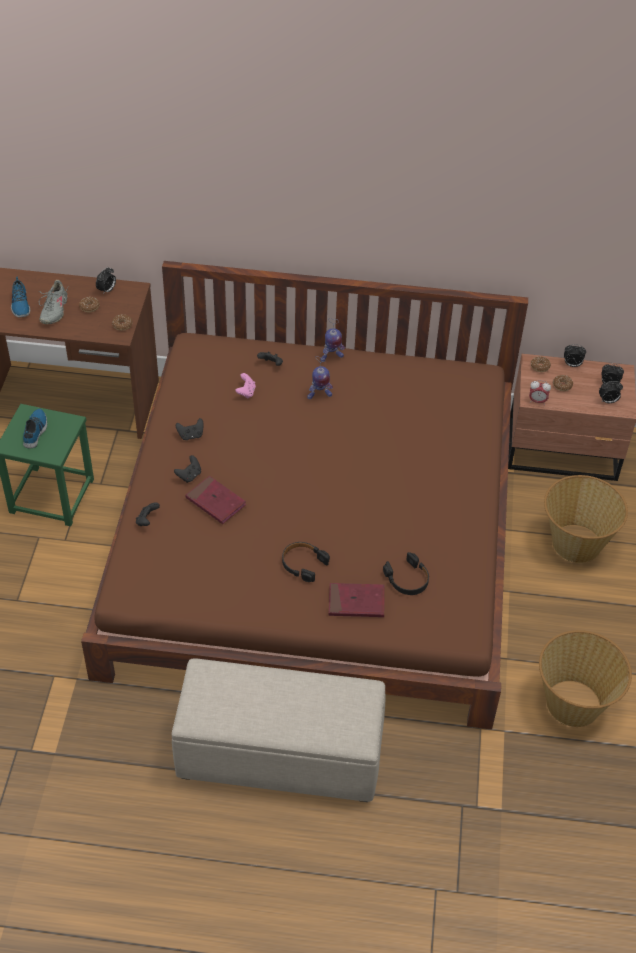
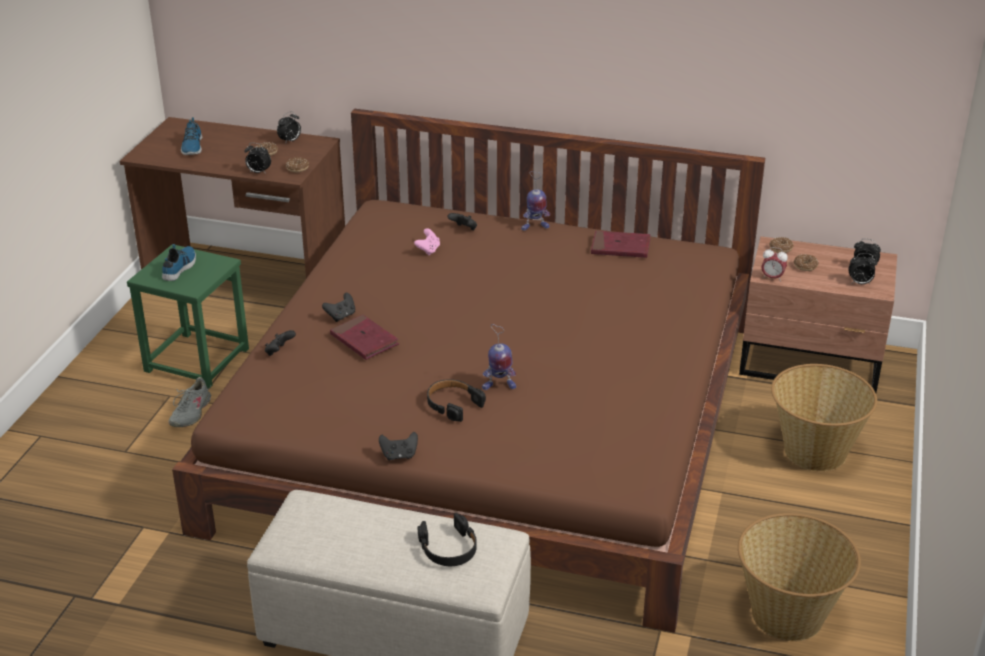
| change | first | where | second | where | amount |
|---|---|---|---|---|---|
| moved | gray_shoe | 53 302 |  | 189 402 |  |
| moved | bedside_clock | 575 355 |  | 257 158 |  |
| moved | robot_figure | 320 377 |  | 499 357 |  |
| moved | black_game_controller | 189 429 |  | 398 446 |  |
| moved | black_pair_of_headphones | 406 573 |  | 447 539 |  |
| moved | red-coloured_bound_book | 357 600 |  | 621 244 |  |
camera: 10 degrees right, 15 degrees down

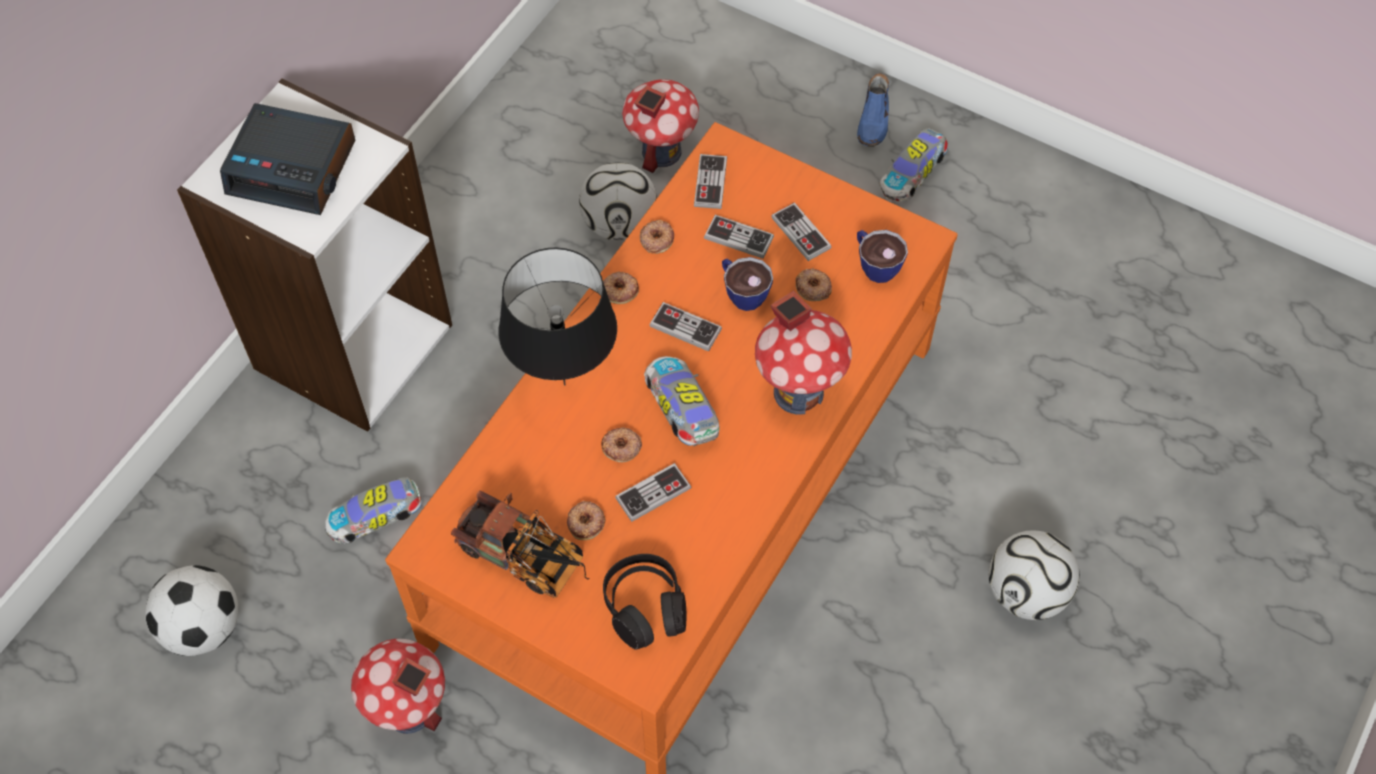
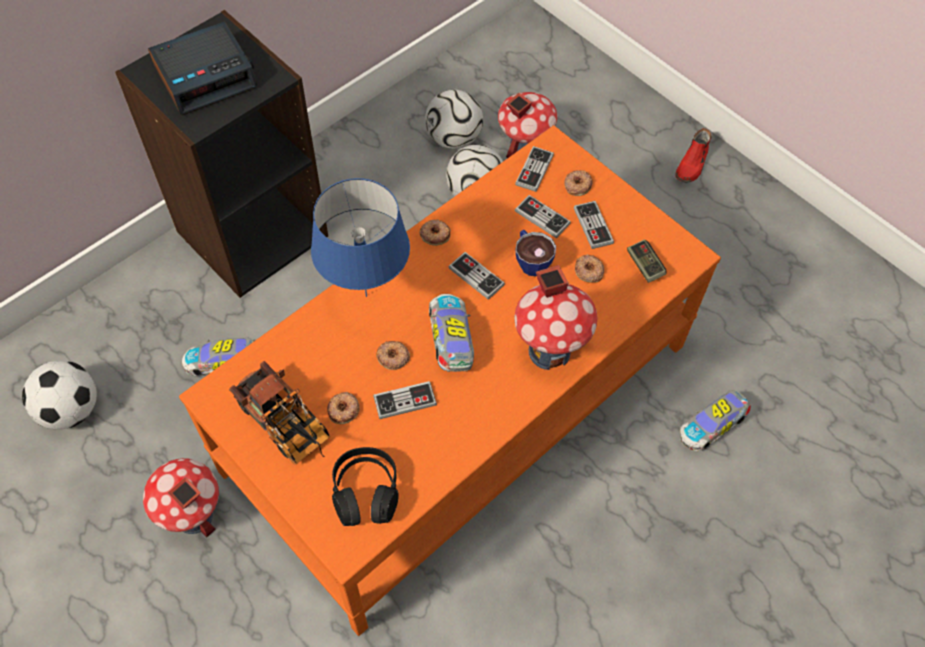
| change | first | where | second | where | amount |
|---|---|---|---|---|---|
| recoloured | bluish_shoe | 873 110 | red-coloured_shoe | 694 155 |  |
| recoloured | white_bookcase | 314 255 | black_bookcase | 221 154 |  |
| turned | bedside_clock | 287 159 |  | 203 68 | 60 degrees counterclockwise |
| moved | model_car | 914 164 |  | 715 420 |  |
| moved | donut | 657 237 |  | 578 183 |  |
| replaced | small_cup | 882 256 | game_controller | 647 261 |  |
| recoloured | black_table_lamp | 558 316 | bluish_table_lamp | 360 237 |  |
| moved | ball_for_football | 1034 575 |  | 454 119 |  |
camera: 15 degrees right, 0 degrees up

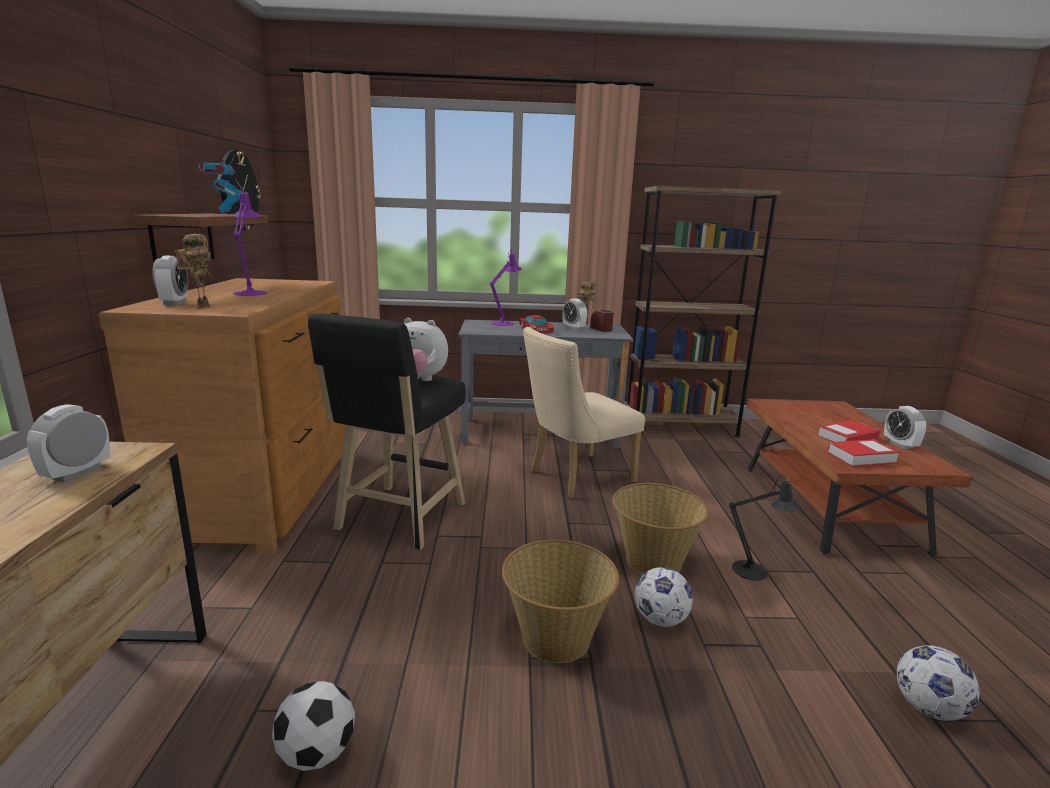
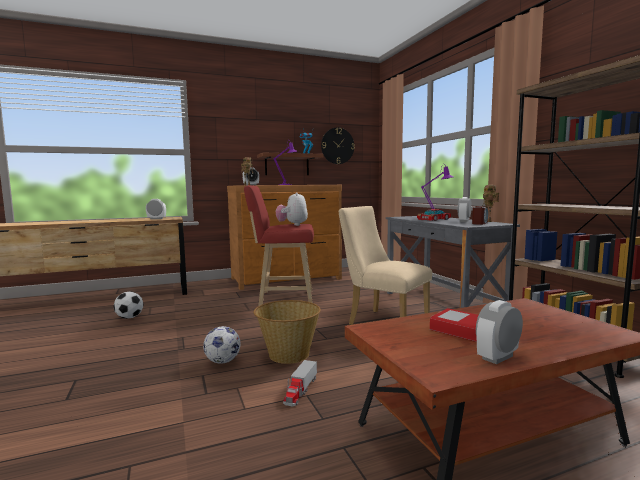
| change | first | where | second | where | amount |
|---|---|---|---|---|---|
| recoloured | black_stool_seat | 387 432 | red-coloured_stool_seat | 279 245 |  |
| removed | bound_book | 863 453 |  |  |  |
| replaced | black_table_lamp | 765 527 | toy_truck | 300 383 |  |
| removed | basket | 560 601 |  |  |  |
| removed | ball_for_football | 938 683 |  |  |  |
camera: 70 degrees right, 10 degrees down

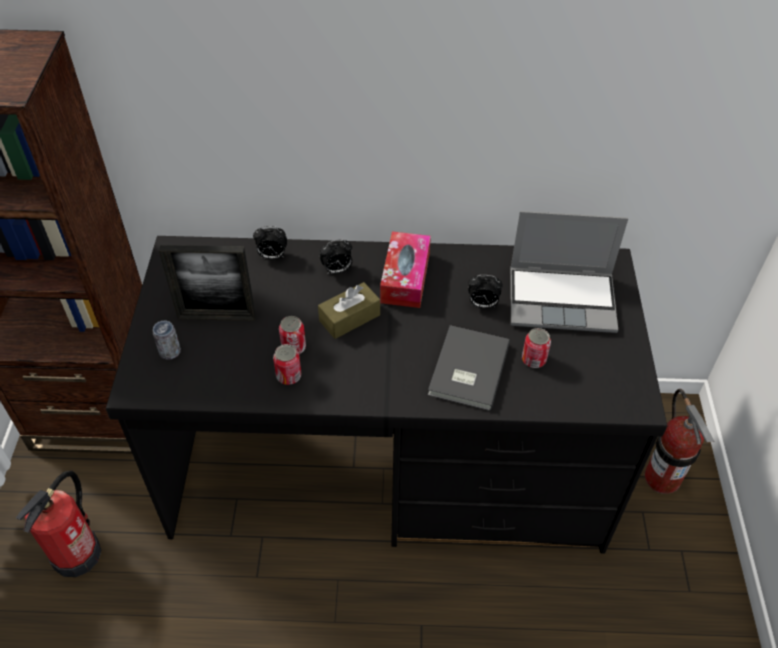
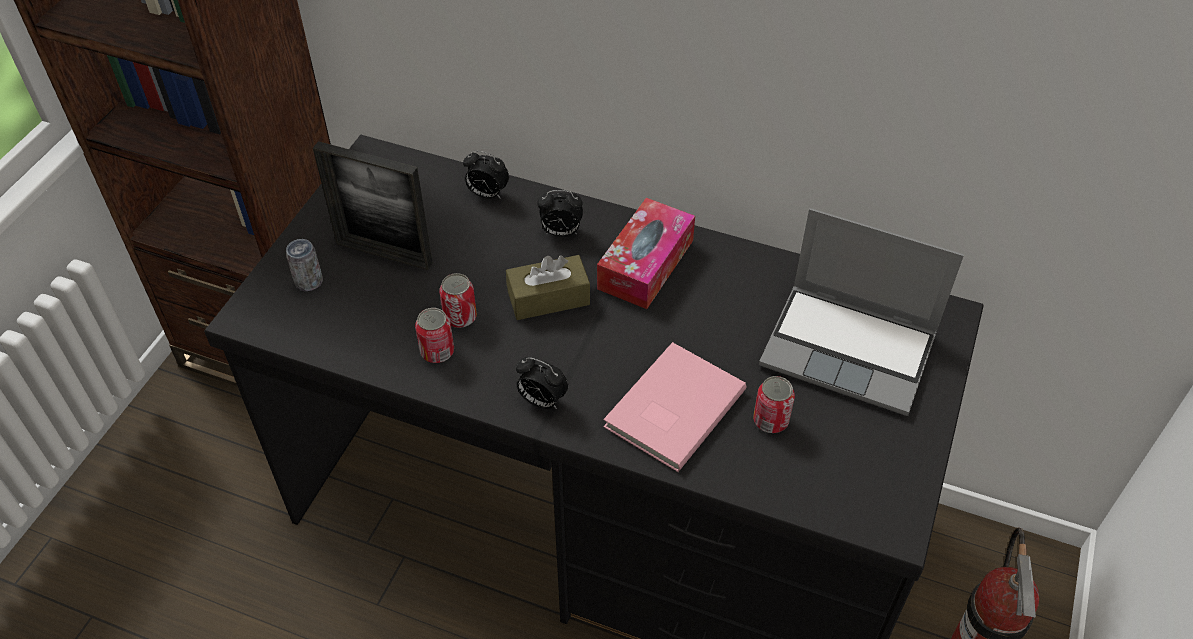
| change | first | where | second | where | amount |
|---|---|---|---|---|---|
| moved | bedside_clock | 485 292 |  | 542 383 |  |
| recoloured | gray_bound_book | 469 368 | pink-coloured_bound_book | 675 407 |  |
| removed | fire-fighting_cylinder | 58 524 |  |  |  |
camera: 20 degrees right, 0 degrees up

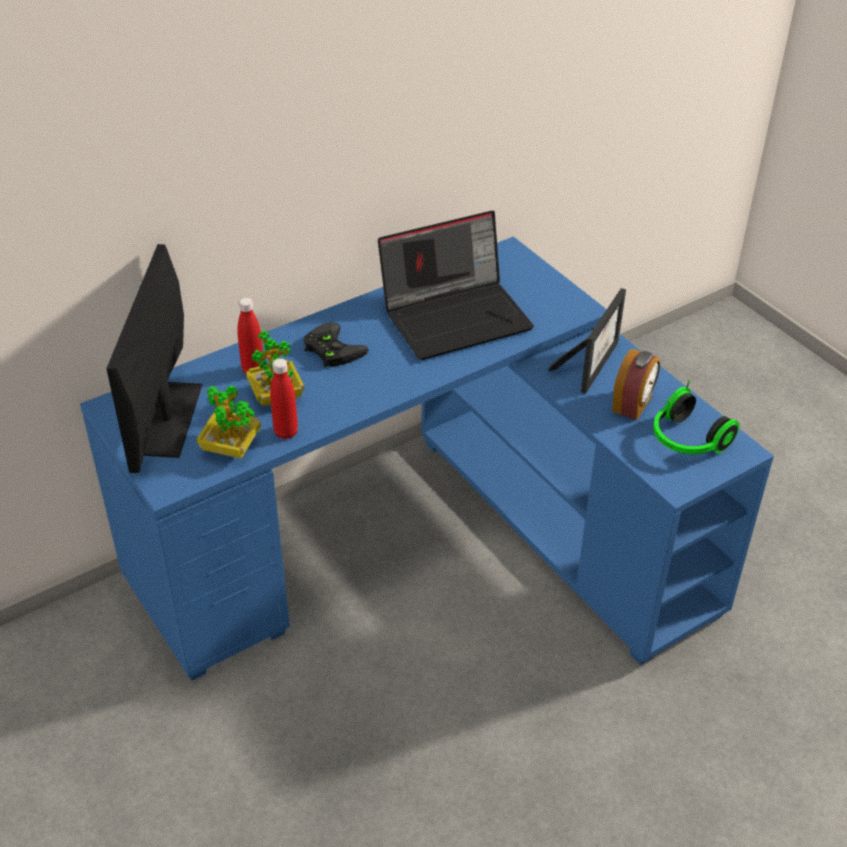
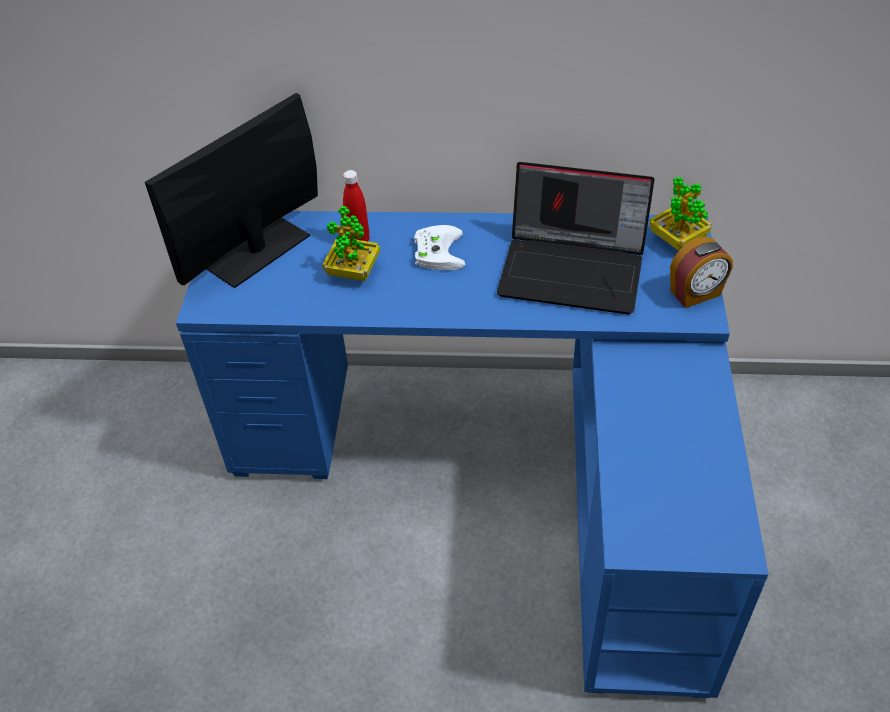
| change | first | where | second | where | amount |
|---|---|---|---|---|---|
| removed | photo_frame | 586 341 |  |  |  |
| recoloured | black_game_controller | 335 345 | white_game_controller | 439 247 |  |
| moved | bedside_clock | 636 384 |  | 701 272 |  |
| removed | red-coloured_bottle | 284 398 |  |  |  |
| removed | pair_of_headphones | 696 417 |  |  |  |
| moved | potted_plant | 229 422 |  | 680 214 |  |
camera: 40 degrees right, 5 degrees up

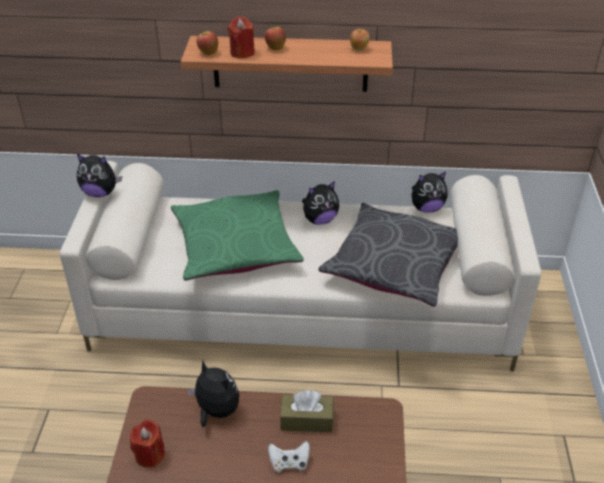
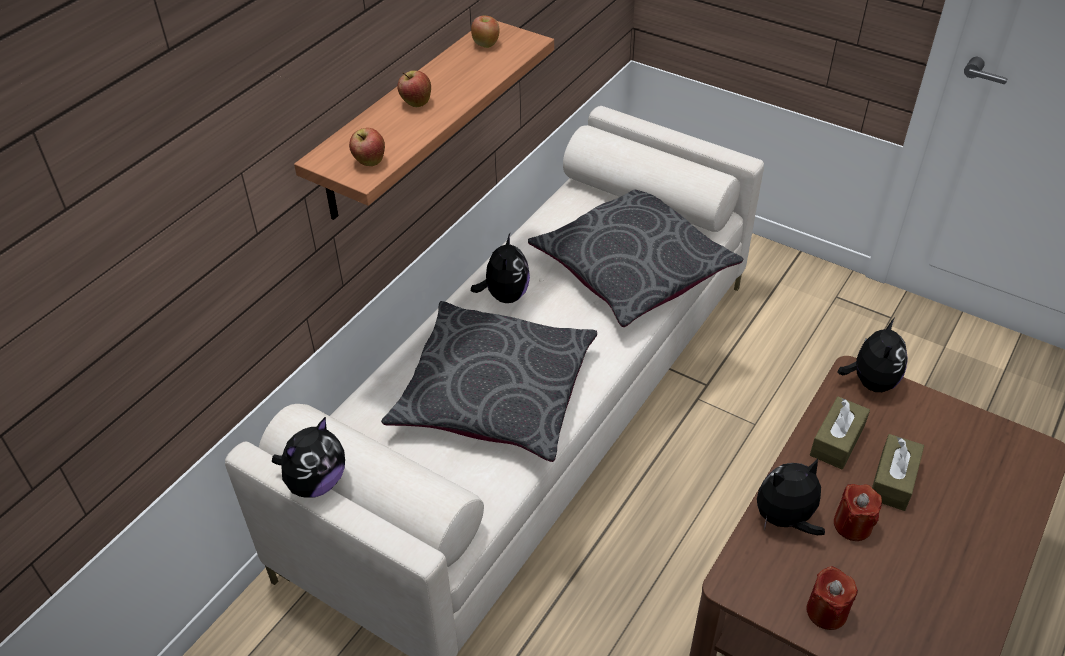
| change | first | where | second | where | amount |
|---|---|---|---|---|---|
| moved | red-coloured_wax_light | 241 37 |  | 858 512 |  |
| moved | soft_toy | 429 192 |  | 872 355 |  |
| recoloured | greenish_pillow | 237 235 | gray_pillow | 489 381 |  |
| replaced | white_game_controller | 289 456 | brownish_tissue_box | 898 472 |  |
camera: 60 degrees left, 5 degrees up

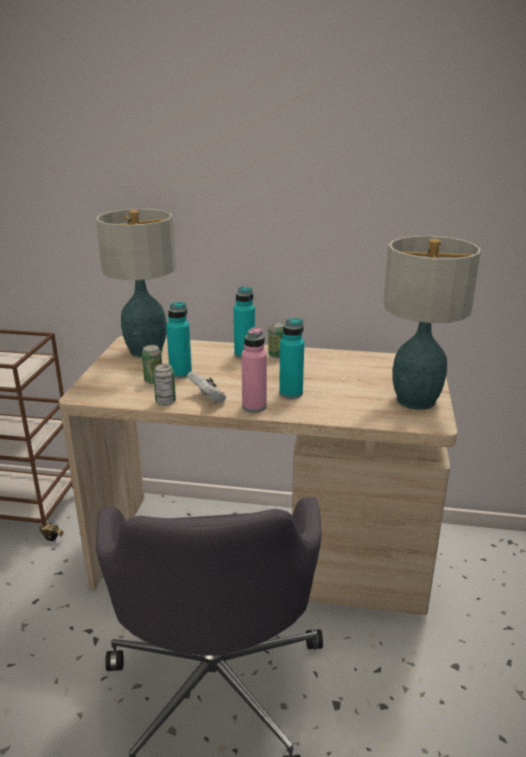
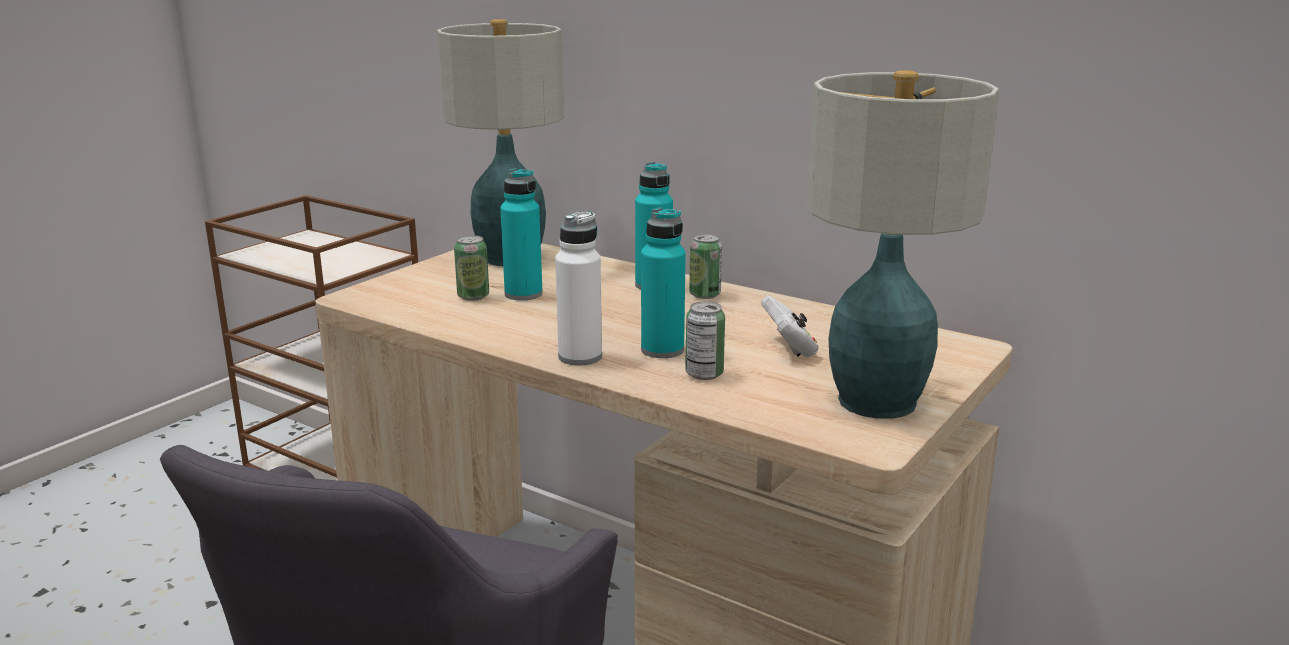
| change | first | where | second | where | amount |
|---|---|---|---|---|---|
| recoloured | pink-coloured_bottle | 254 370 | white_bottle | 578 288 |  |
| moved | metal_can | 164 384 |  | 705 340 |  |
| moved | white_game_controller | 206 387 |  | 789 326 |  |
camera: 25 degrees right, 5 degrees down

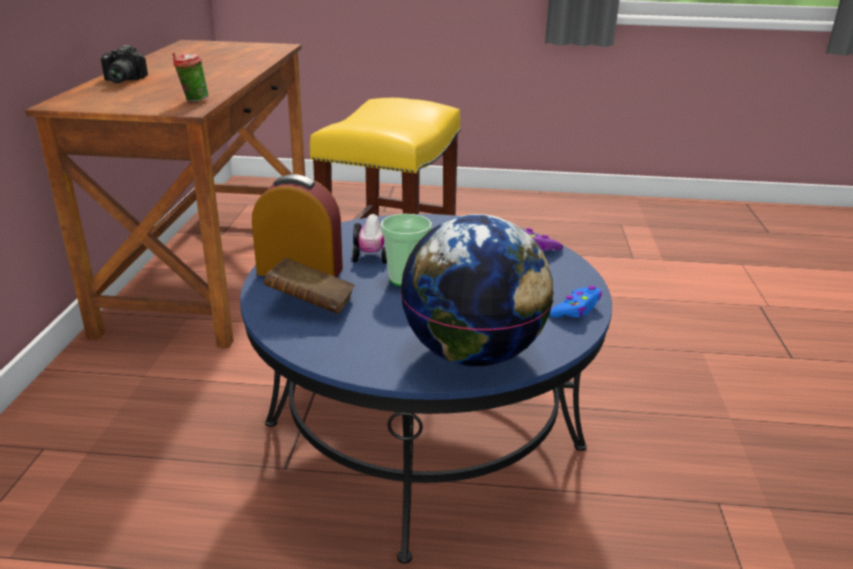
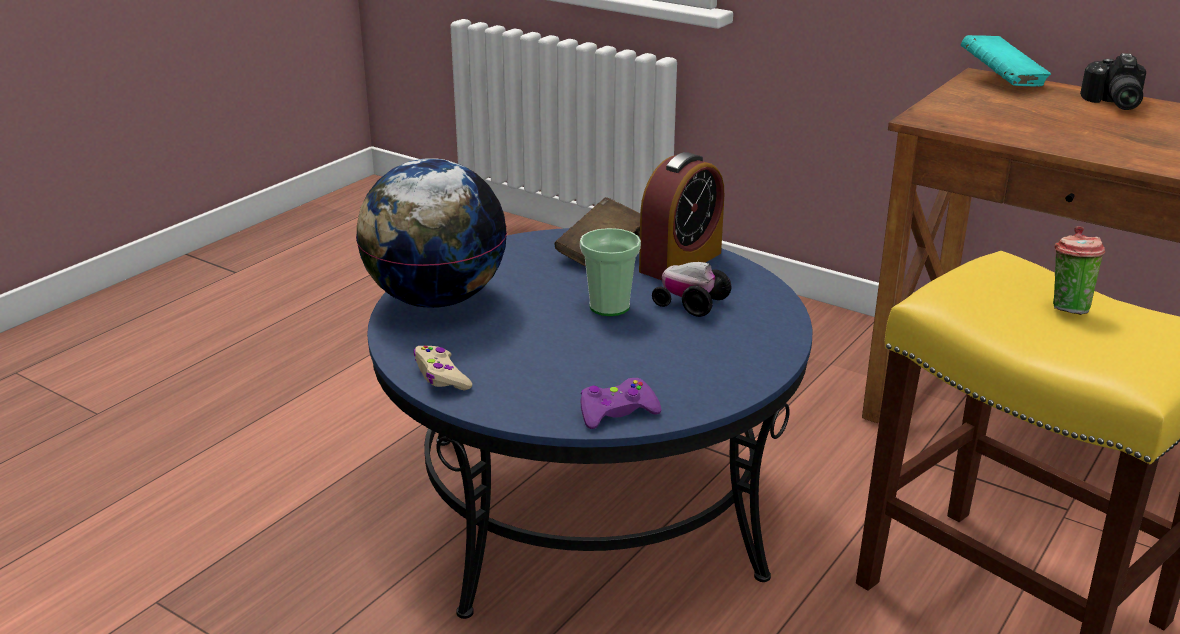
| change | first | where | second | where | amount |
|---|---|---|---|---|---|
| turned | photo_camera | 124 64 |  | 1113 81 | 105 degrees counterclockwise |
| moved | small_cup | 190 77 |  | 1079 270 |  |
| recoloured | bluish_game_controller | 576 302 | beige-coloured_game_controller | 443 368 |  |
| added |  |  | blue-green_bound_book | 1006 60 |  |
camera: 120 degrees right, 0 degrees up

